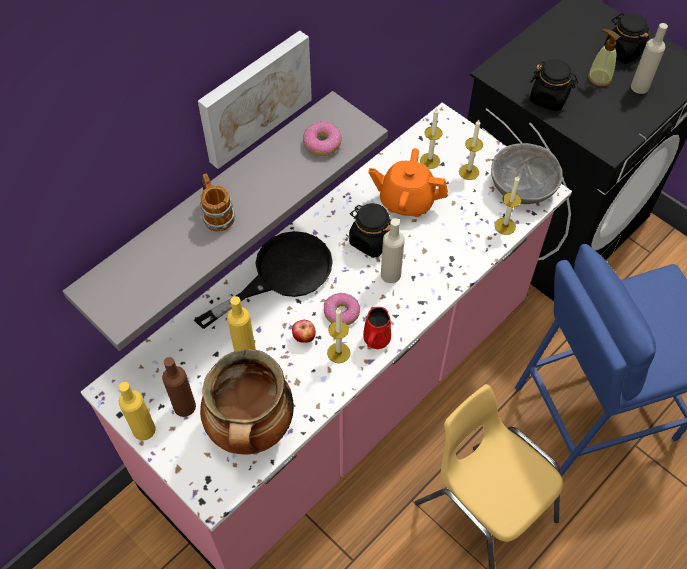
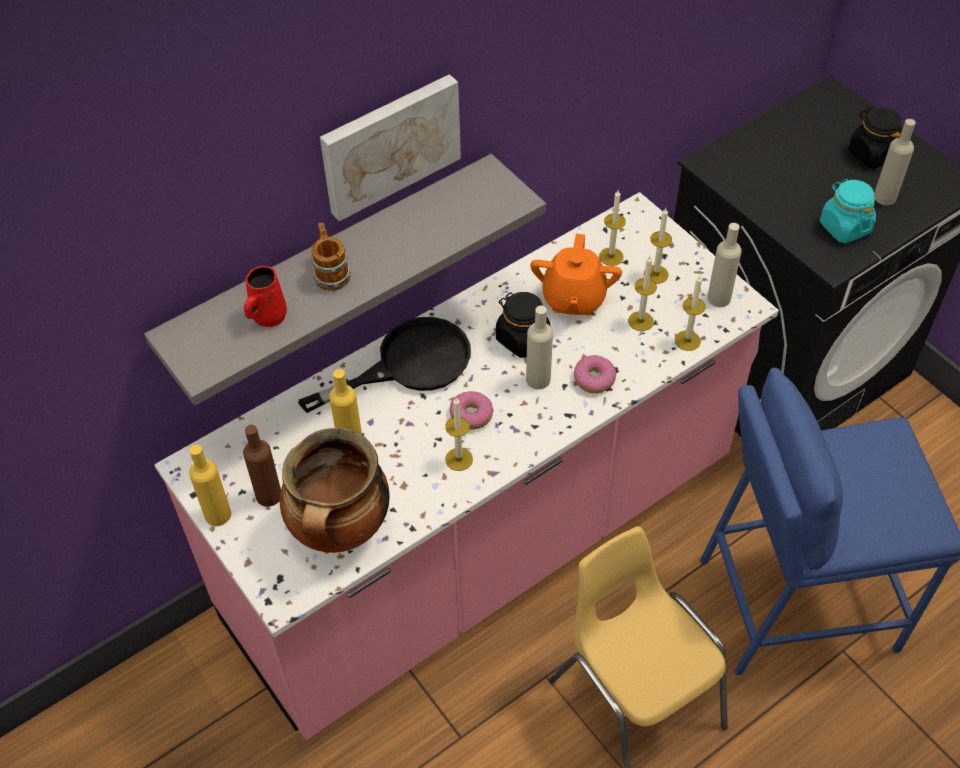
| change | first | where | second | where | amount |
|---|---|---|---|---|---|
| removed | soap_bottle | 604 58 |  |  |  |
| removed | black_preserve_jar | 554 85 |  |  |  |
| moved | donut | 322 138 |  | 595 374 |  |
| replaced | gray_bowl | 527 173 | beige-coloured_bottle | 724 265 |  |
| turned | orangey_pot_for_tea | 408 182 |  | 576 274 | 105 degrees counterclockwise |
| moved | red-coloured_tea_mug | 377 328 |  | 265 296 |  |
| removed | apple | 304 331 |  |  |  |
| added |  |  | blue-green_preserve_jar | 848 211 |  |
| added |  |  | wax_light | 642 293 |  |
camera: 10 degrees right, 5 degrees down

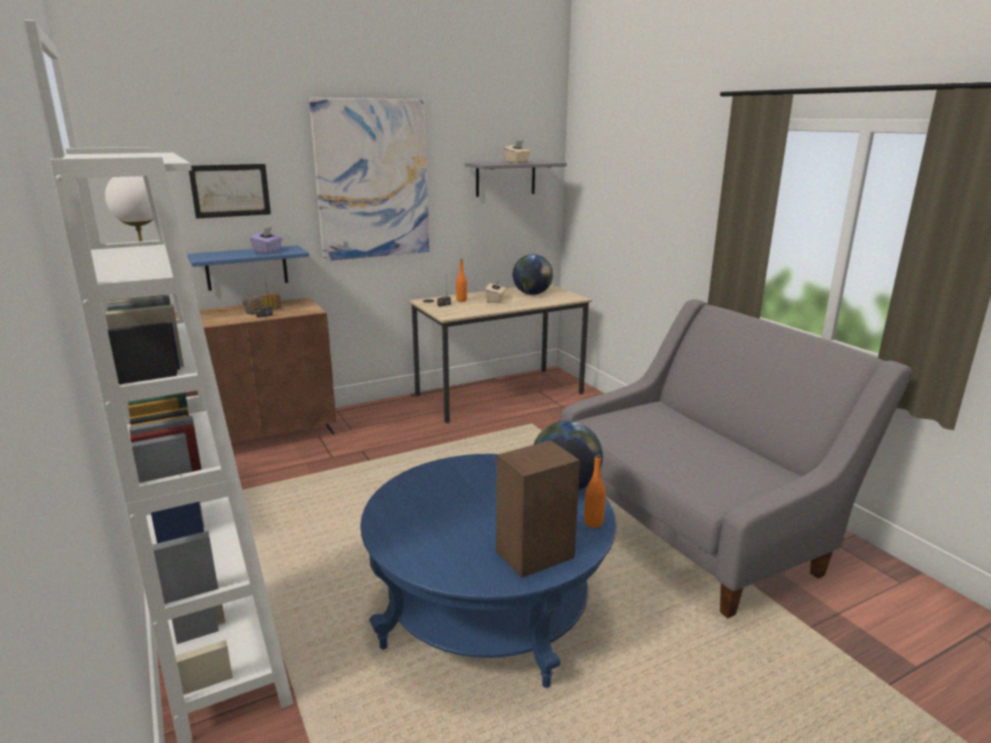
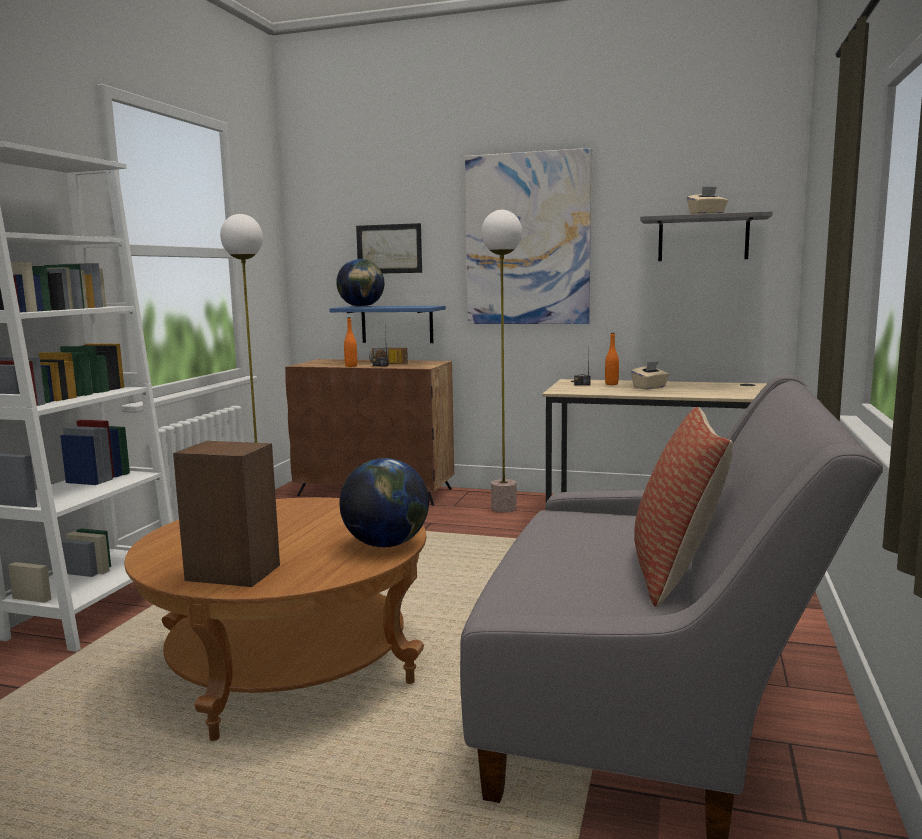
| change | first | where | second | where | amount |
|---|---|---|---|---|---|
| removed | purple_tissue_box | 266 240 |  |  |  |
| moved | world_globe | 533 274 |  | 360 283 |  |
| recoloured | bluish_lounge_table | 488 571 | brownish_lounge_table | 275 619 |  |
| moved | orangey_bottle | 595 491 |  | 350 342 |  |
| added |  |  | standard_lamp | 501 361 |  |
| added |  |  | pillow | 683 507 |  |
camera: 45 degrees right, 10 degrees down

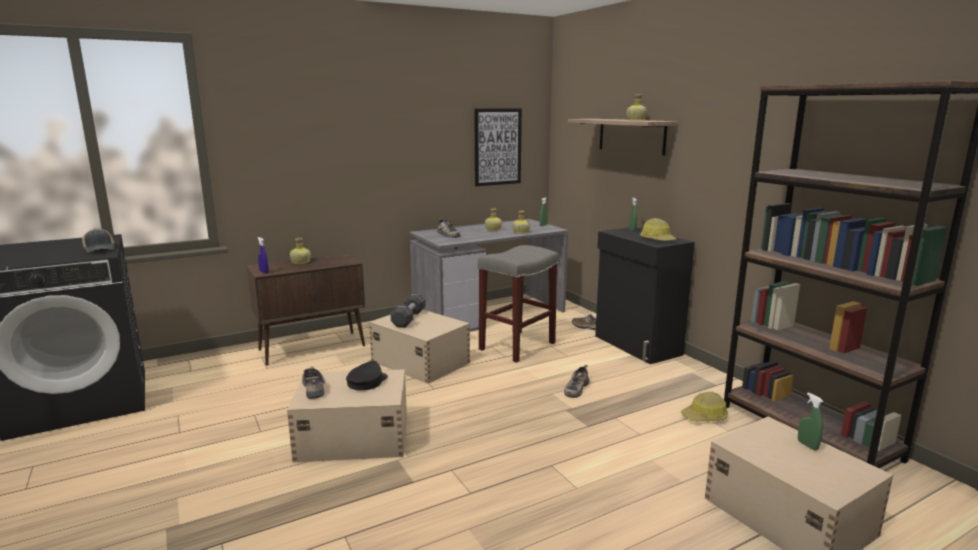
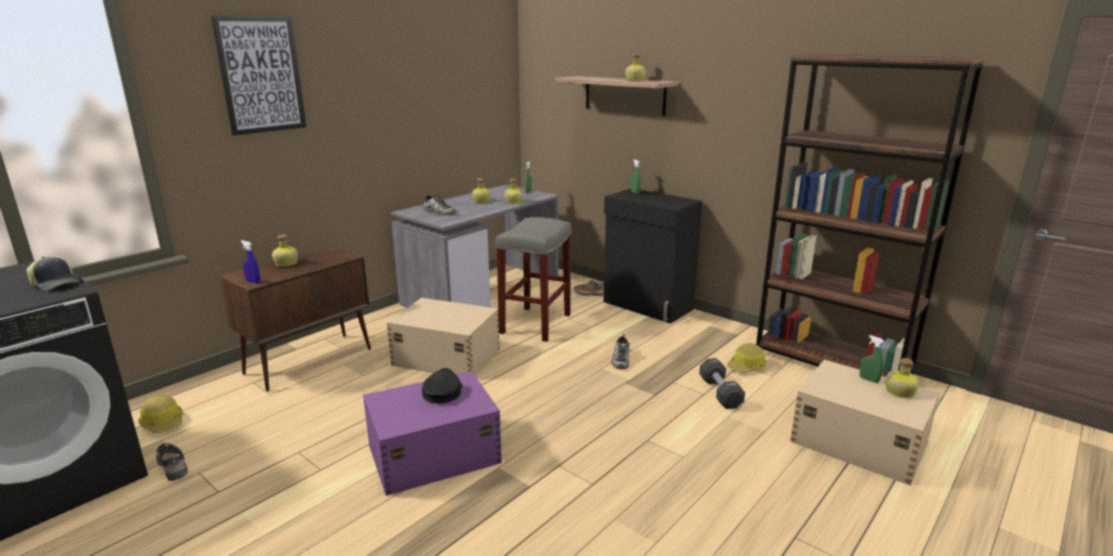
| change | first | where | second | where | amount |
|---|---|---|---|---|---|
| moved | wall_art | 498 147 |  | 258 75 |  |
| moved | work_helmet | 658 229 |  | 160 414 |  |
| moved | black_hand_weight | 408 310 |  | 722 383 |  |
| moved | shoe | 313 382 |  | 172 462 |  |
| recoloured | beige-coloured_storage_bin | 347 416 | purple_storage_bin | 432 433 |  |
| added |  |  | bottle | 902 378 |  |
camera: 20 degrees left, 5 degrees up

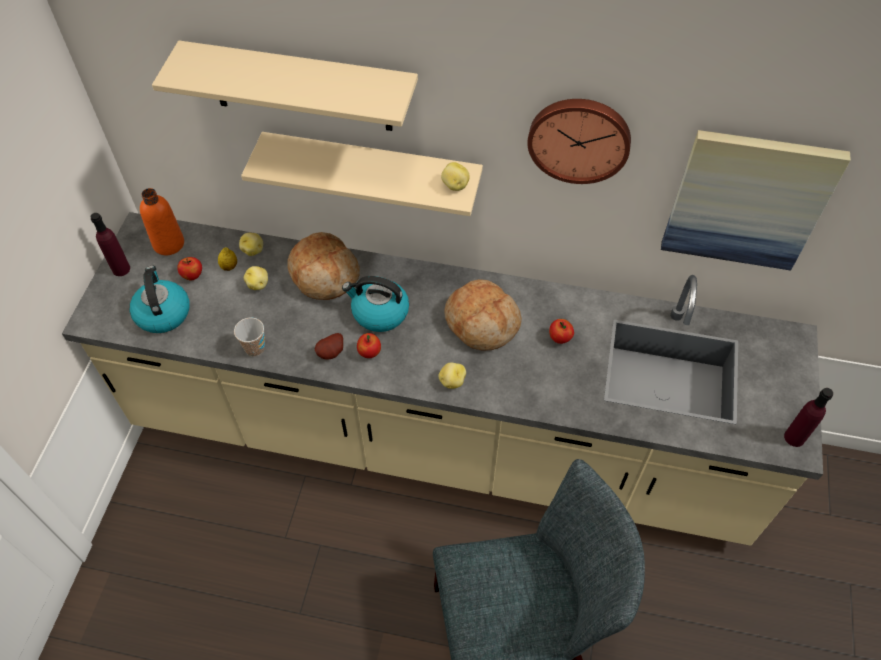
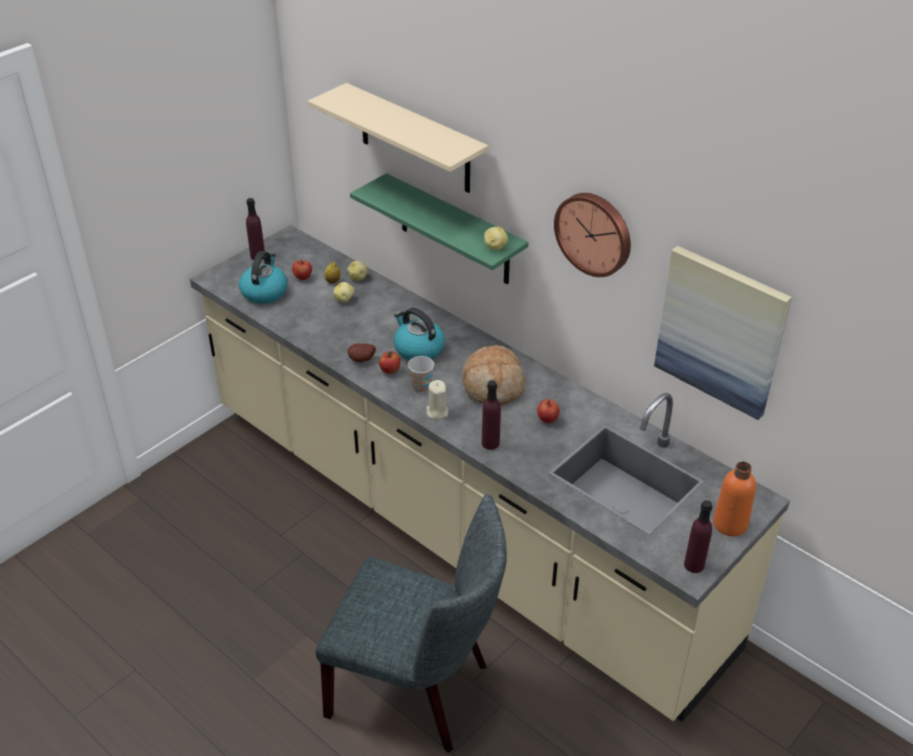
| change | first | where | second | where | amount |
|---|---|---|---|---|---|
| recoloured | beige-coloured_wall_shelf | 362 174 | greenish_wall_shelf | 439 228 |  |
| moved | orangey_bottle | 162 222 |  | 734 499 |  |
| removed | bakery_bread | 323 266 |  |  |  |
| moved | small_cup | 249 337 |  | 421 374 |  |
| replaced | potato | 452 376 | beige-coloured_wax_light | 437 400 |  |
| added |  |  | purple_bottle | 491 415 |  |
camera: 30 degrees right, 15 degrees down

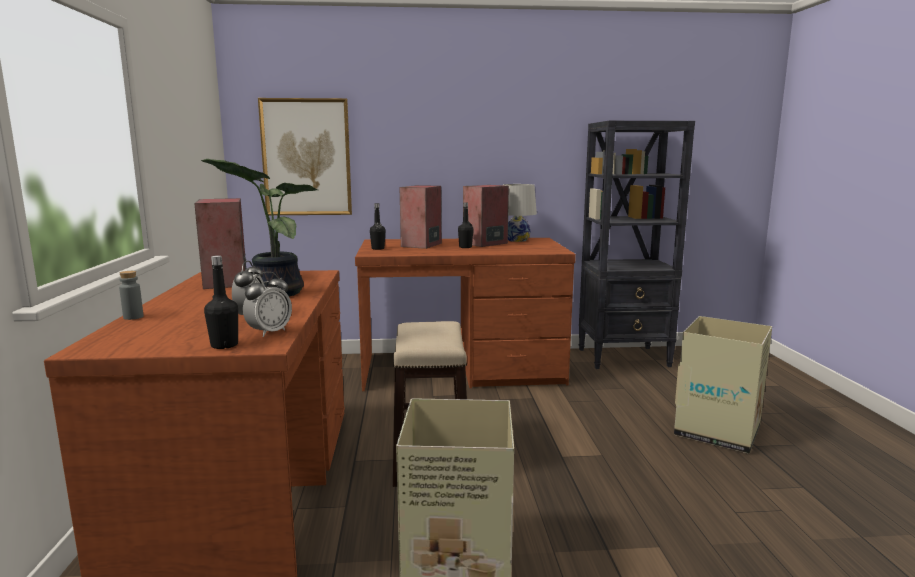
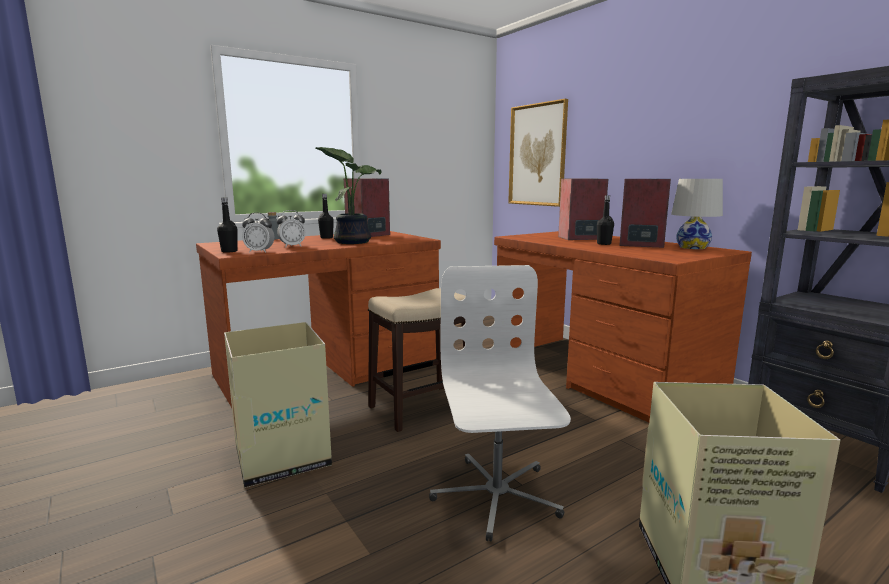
| change | first | where | second | where | amount |
|---|---|---|---|---|---|
| moved | black_bottle | 377 226 |  | 326 216 |  |
| added |  |  | white_desk_chair | 500 403 |  |
camera: 60 degrees right, 0 degrees up

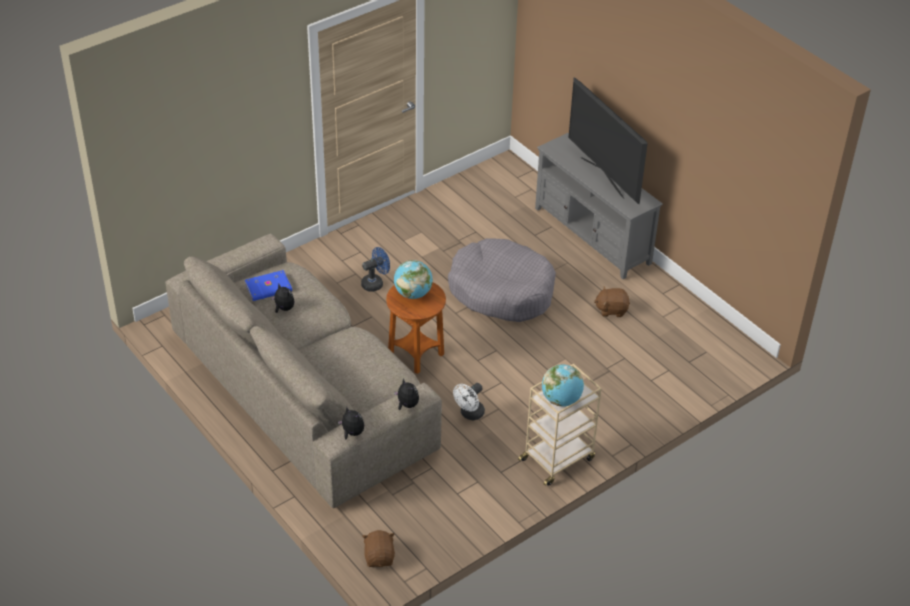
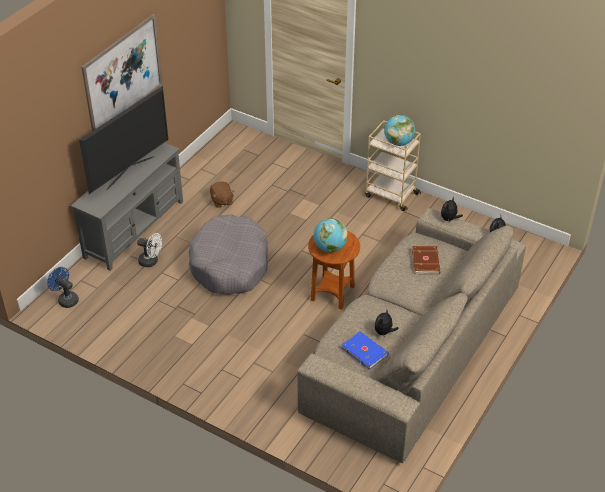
| change | first | where | second | where | amount |
|---|---|---|---|---|---|
| moved | bluish_cooling_fan | 375 269 |  | 63 287 |  |
| moved | white_cooling_fan | 469 401 |  | 149 250 |  |
| removed | brownish_soft_toy | 378 548 |  |  |  |
| added |  |  | wall_art | 122 72 |  |
| added |  |  | brownish_bound_book | 426 260 |  |
camera: 110 degrees left, 0 degrees up

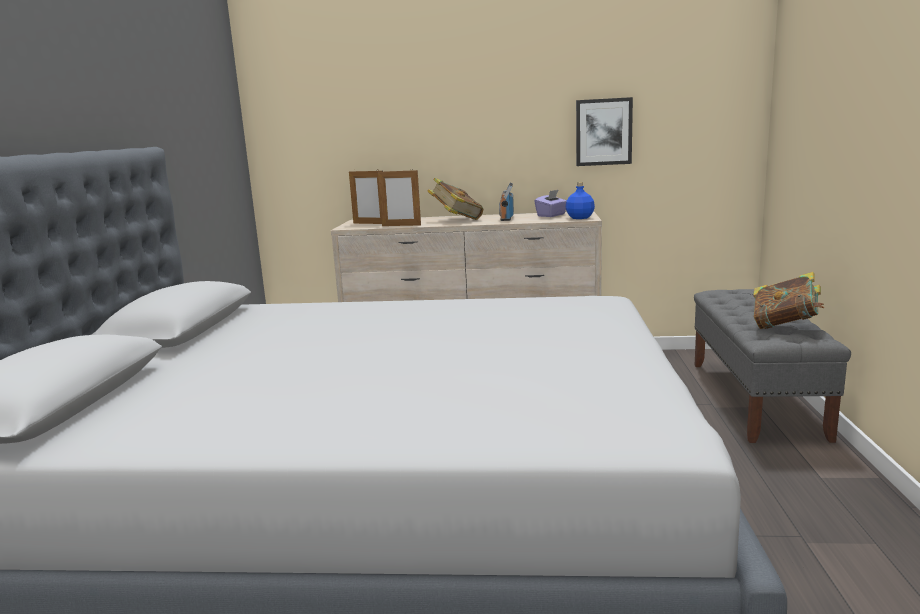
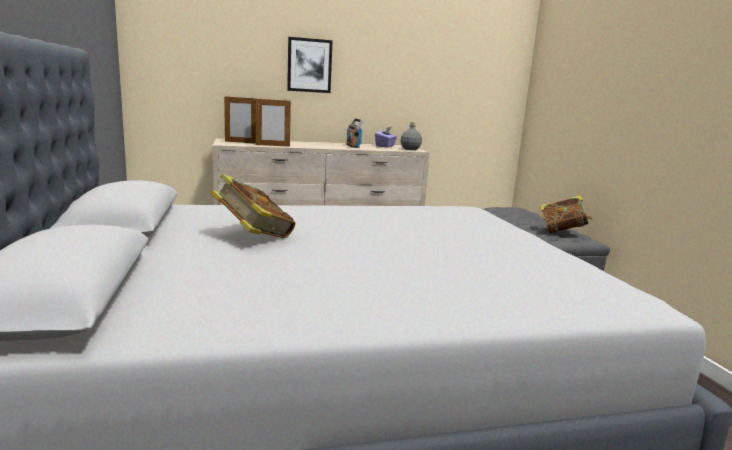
| change | first | where | second | where | amount |
|---|---|---|---|---|---|
| moved | wall_art | 604 131 |  | 310 65 |  |
| moved | bound_book | 455 199 |  | 253 206 |  |
| recoloured | bluish_bottle | 580 200 | gray_bottle | 411 136 |  |
camera: 20 degrees left, 0 degrees up

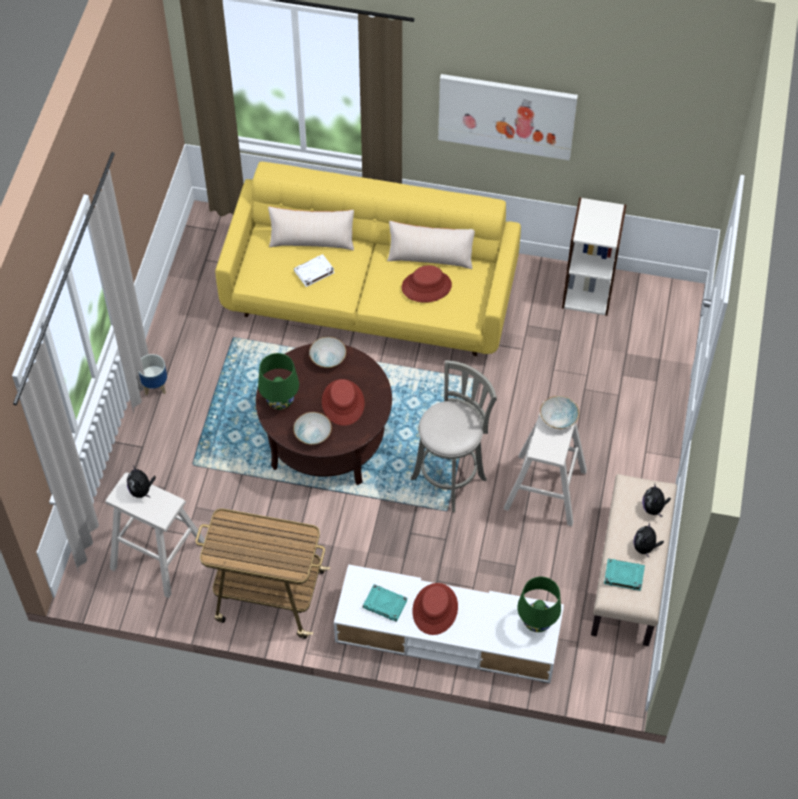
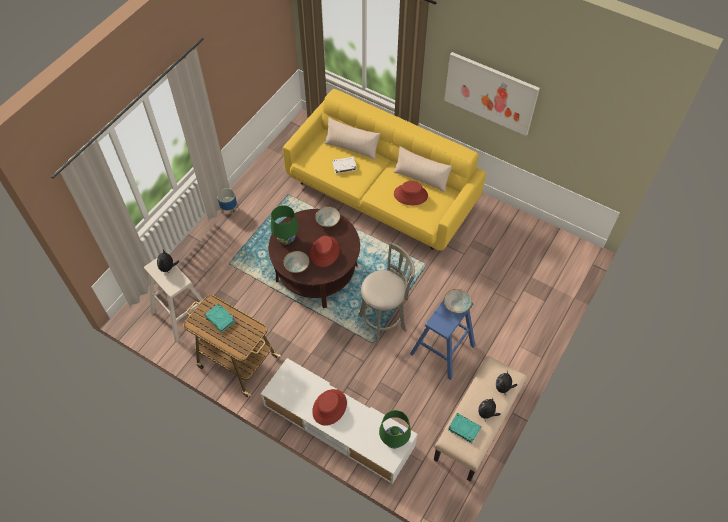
| change | first | where | second | where | amount |
|---|---|---|---|---|---|
| removed | bookcase | 594 256 |  |  |  |
| recoloured | beige-coloured_stool_seat | 545 463 | bluish_stool_seat | 442 340 |  |
| moved | blue-green_bound_book | 385 603 |  | 220 317 |  |
camera: 20 degrees right, 0 degrees up

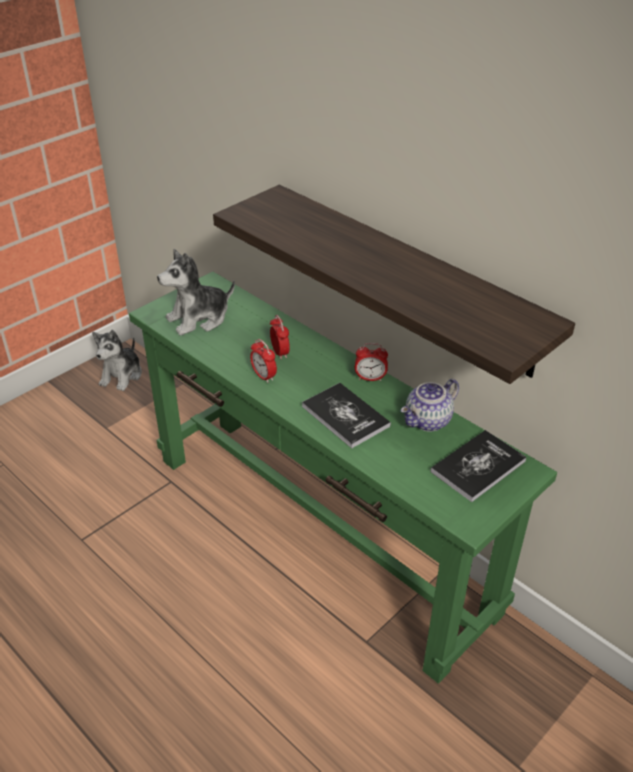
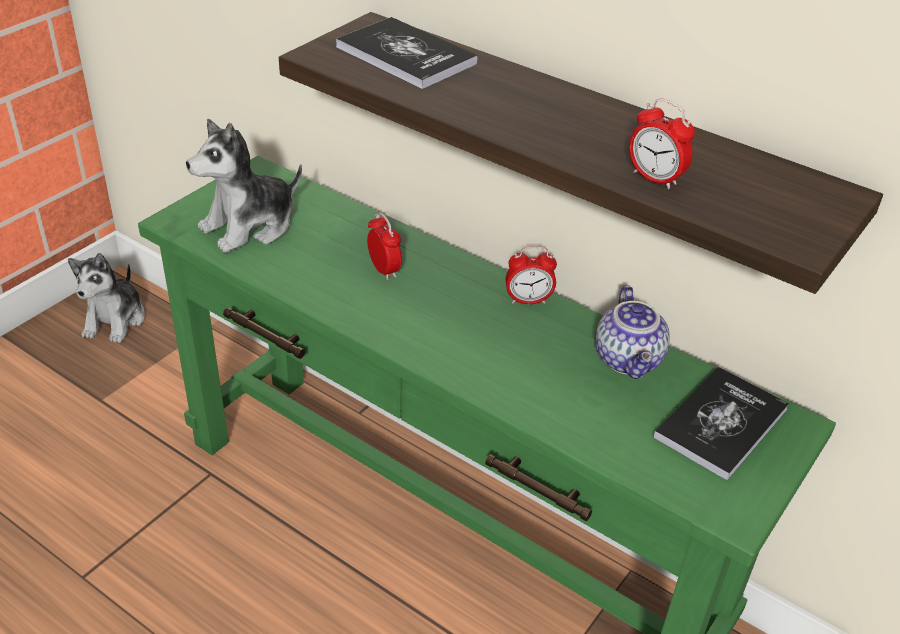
| change | first | where | second | where | amount |
|---|---|---|---|---|---|
| moved | bedside_clock | 263 361 |  | 662 144 |  |
| turned | pot_for_tea | 430 405 |  | 633 332 | 45 degrees counterclockwise |
| moved | bound_book | 346 416 |  | 407 53 |  |
camera: 10 degrees left, 0 degrees up

